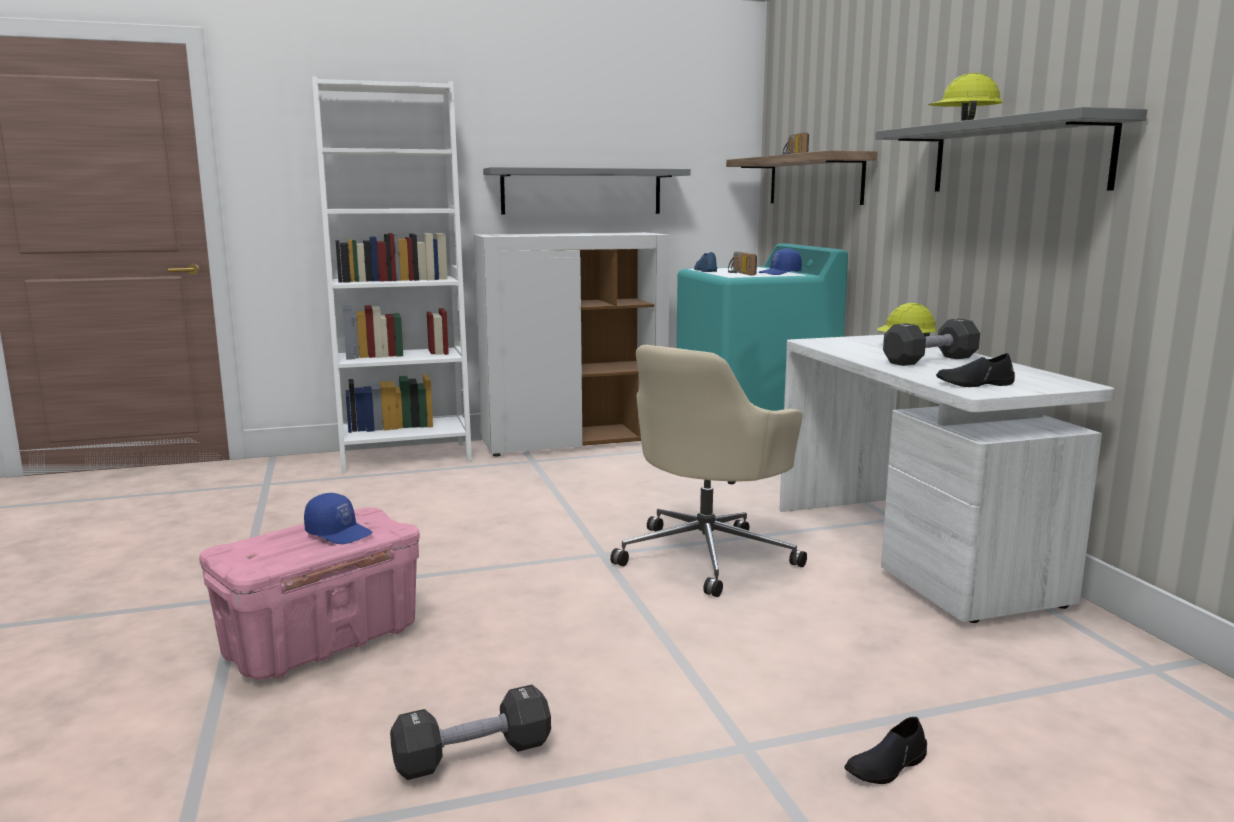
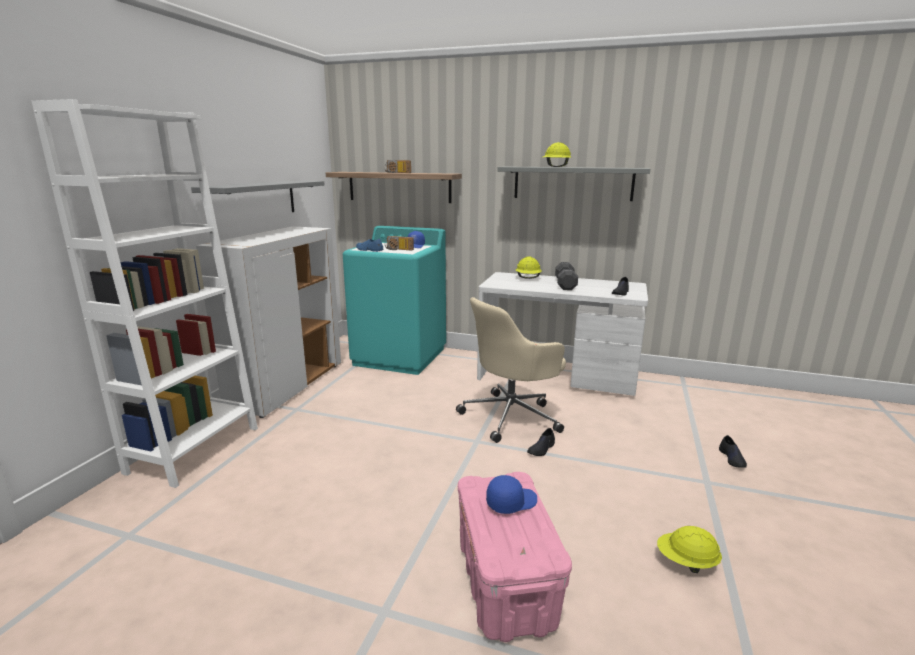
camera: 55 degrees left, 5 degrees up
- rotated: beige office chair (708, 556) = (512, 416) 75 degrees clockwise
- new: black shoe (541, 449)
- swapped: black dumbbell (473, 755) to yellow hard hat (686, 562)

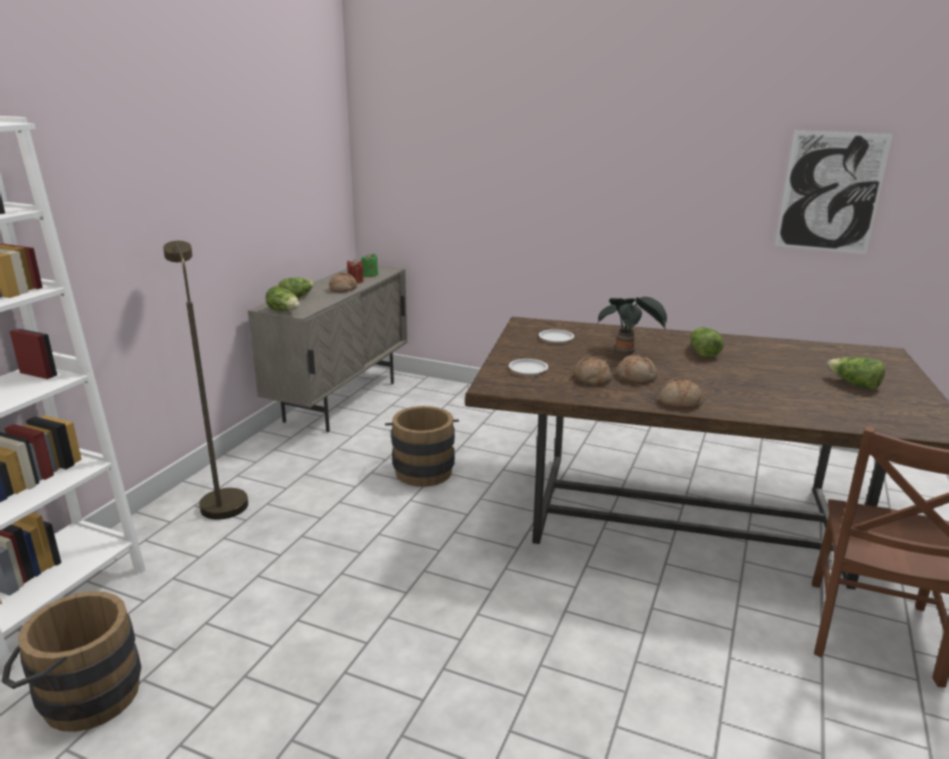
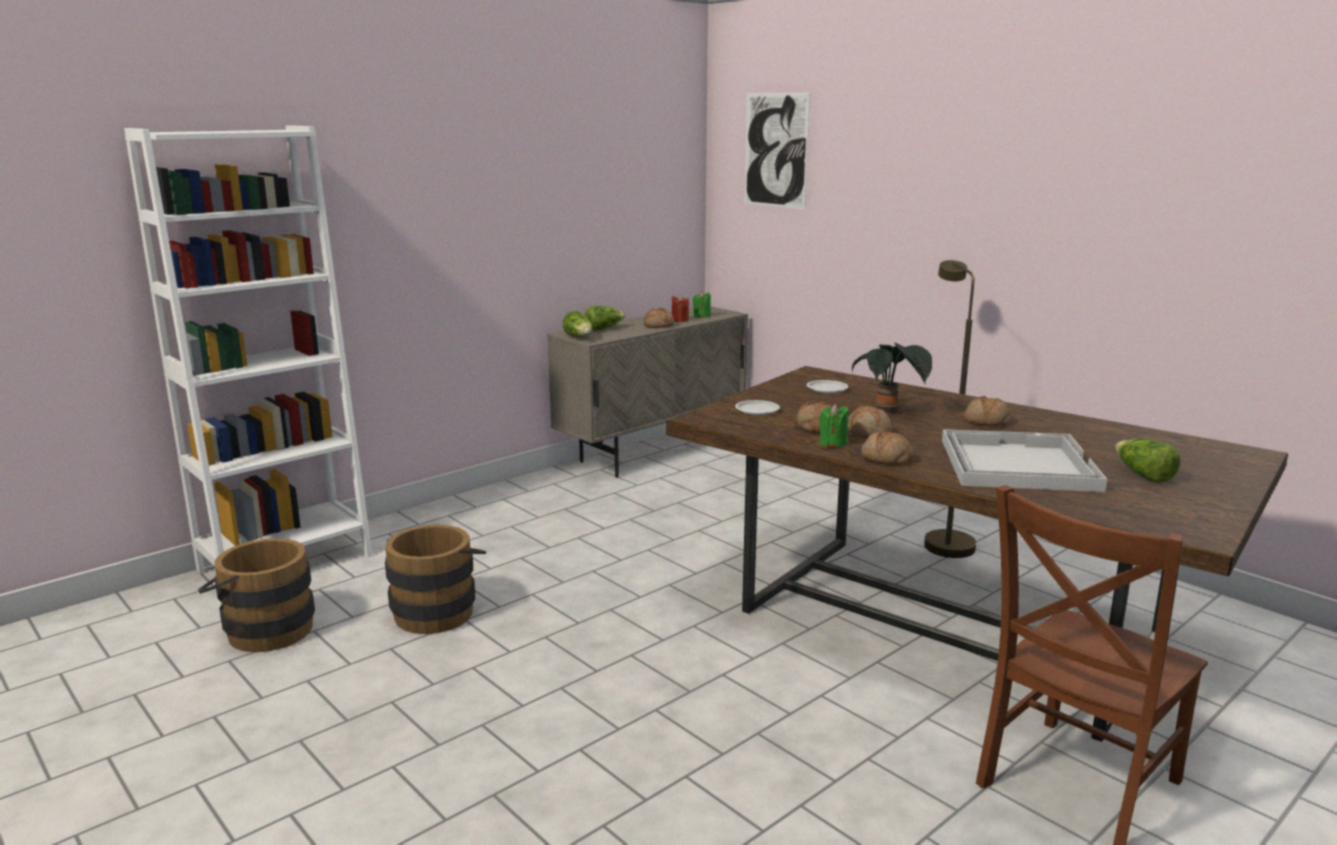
camera: 25 degrees right, 5 degrees down
- shifted: brown bucket (423, 468) to (437, 610)
- shifted: picture (830, 192) to (775, 150)
- new: green candle (833, 443)
- shifted: brown floor lamp (220, 500) to (943, 541)
- new: white tray (1016, 464)
- swapped: lettuce (702, 352) to bread (986, 422)

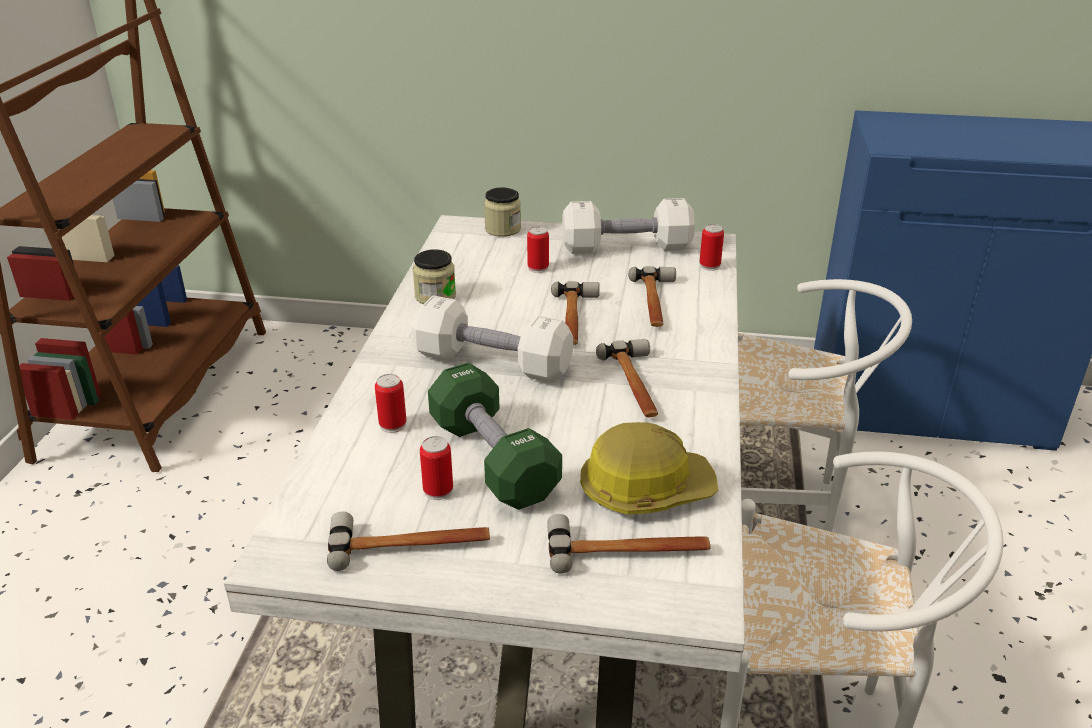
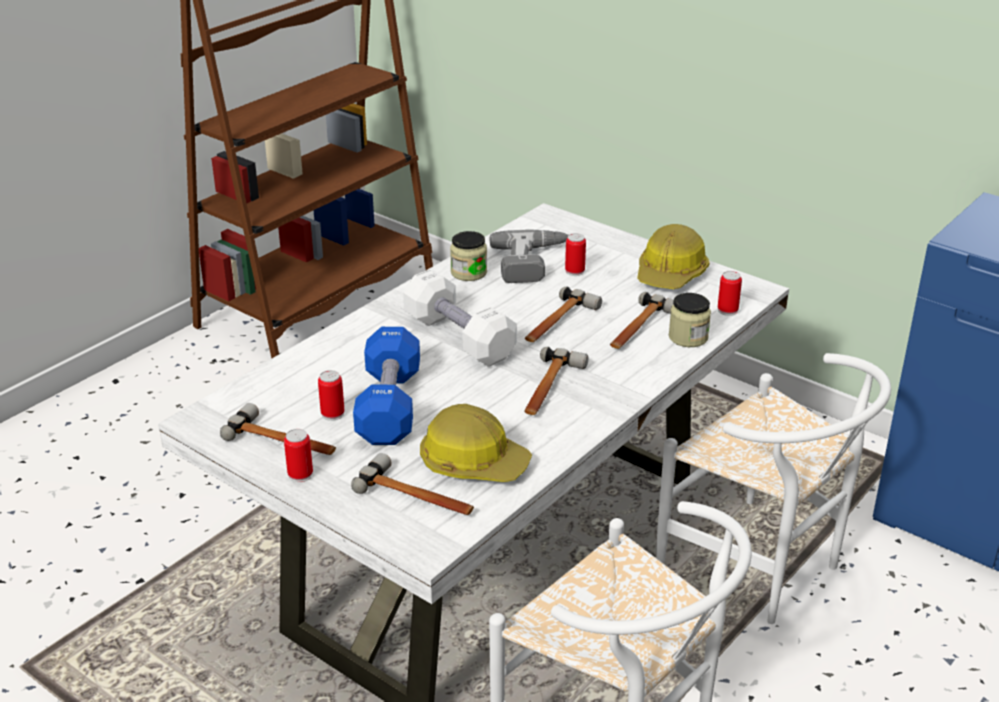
camera: 30 degrees right, 0 degrees up
- shifted: can (393, 425) to (300, 475)
- repainted: green dumbbell (493, 459) to blue dumbbell (389, 406)
- new: power drill (533, 263)
- swapped: white dumbbell (626, 247) to hard hat (671, 274)
- shifted: jar (503, 229) to (688, 337)

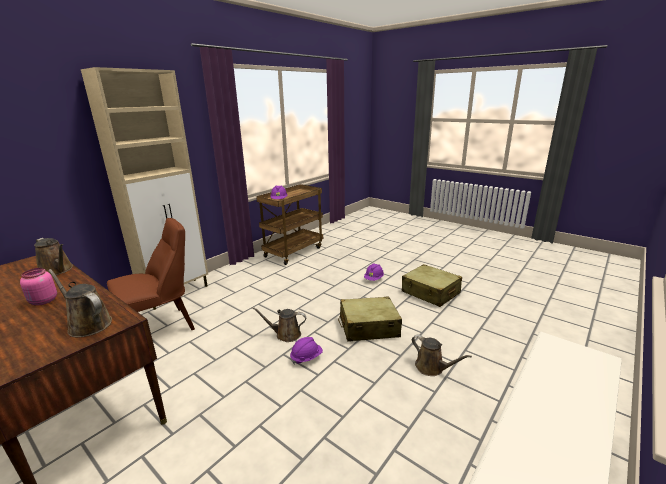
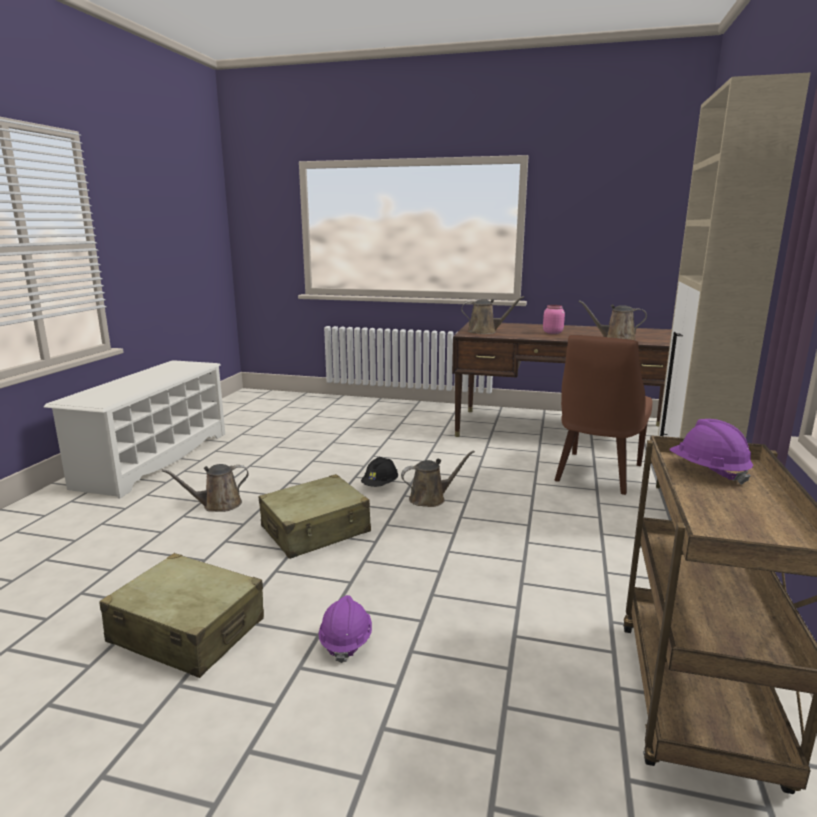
camera: 155 degrees right, 5 degrees down
- rotated: brown watering can (432, 368) = (218, 505) 45 degrees counterclockwise
- repainted: purple hard hat (306, 357) to black hard hat (380, 485)

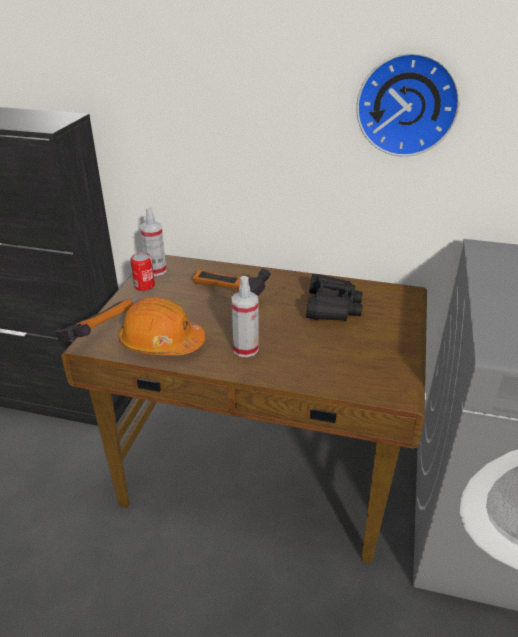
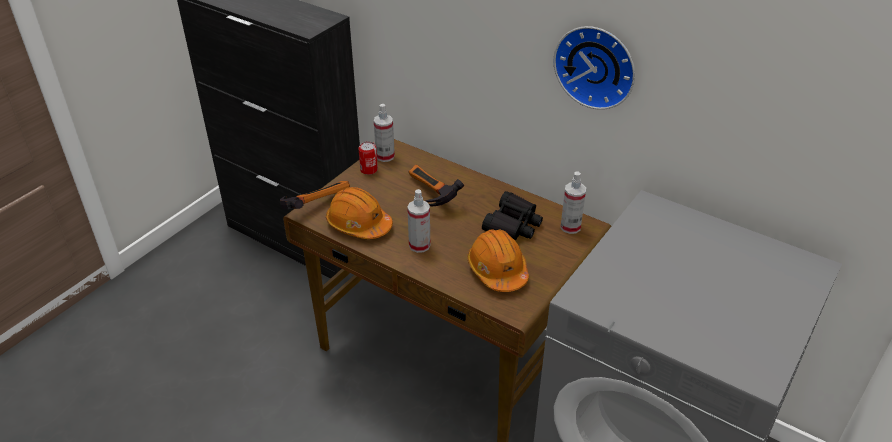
camera: 20 degrees right, 5 degrees up
- new: orange hard hat (497, 270)
- new: spray bottle (570, 227)

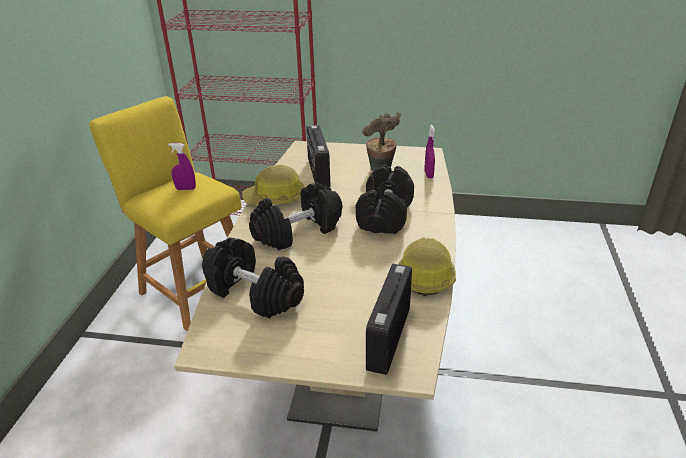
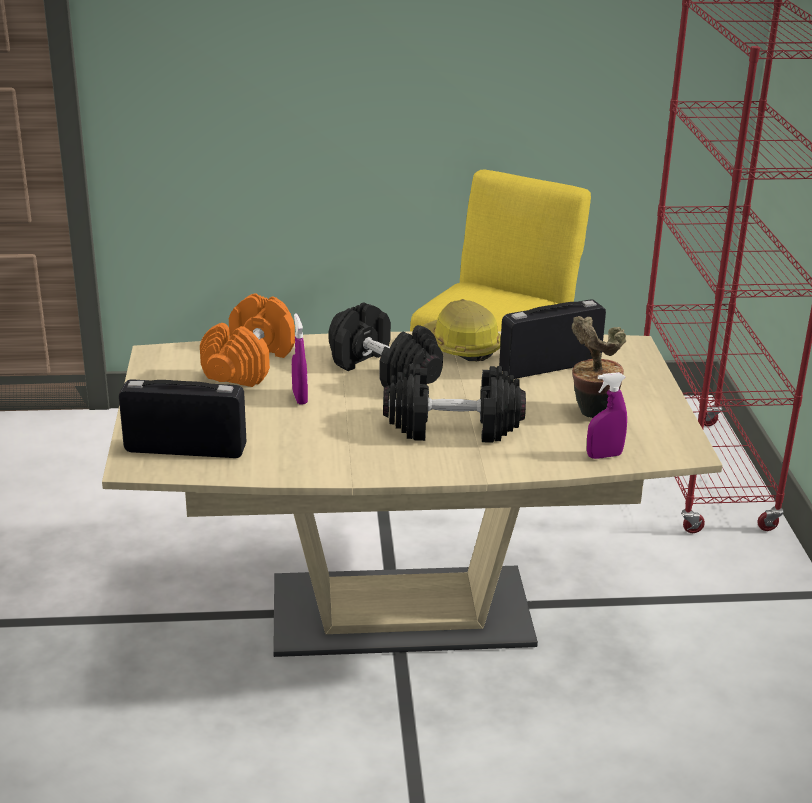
camera: 75 degrees right, 5 degrees down
- repainted: black dumbbell (255, 293) to orange dumbbell (249, 364)
- shifted: purple spray bottle (185, 189) to (300, 398)
- gone: hard hat (425, 275)

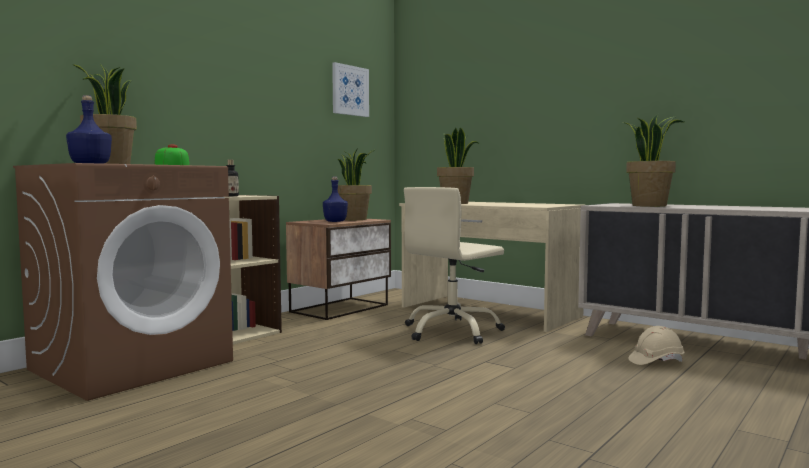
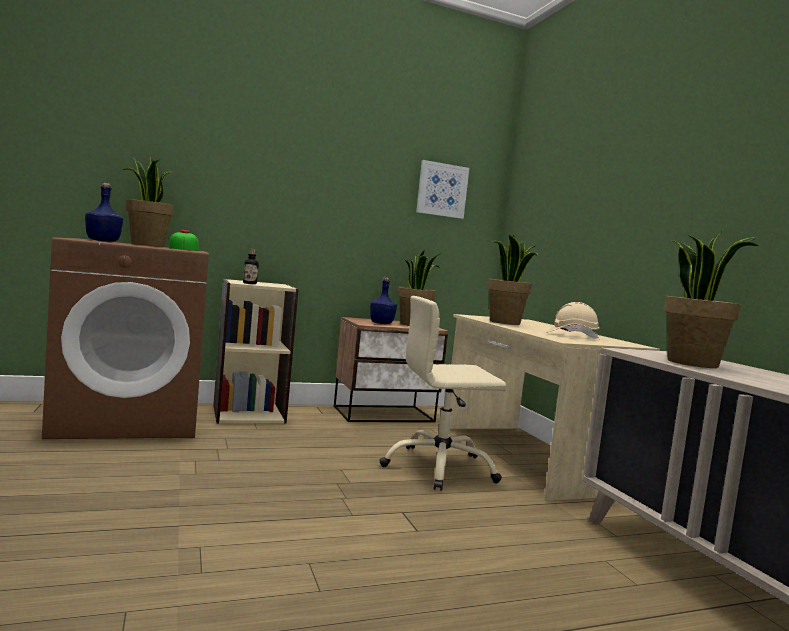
camera: 30 degrees right, 0 degrees up
- shifted: beige hard hat (656, 361) to (571, 336)

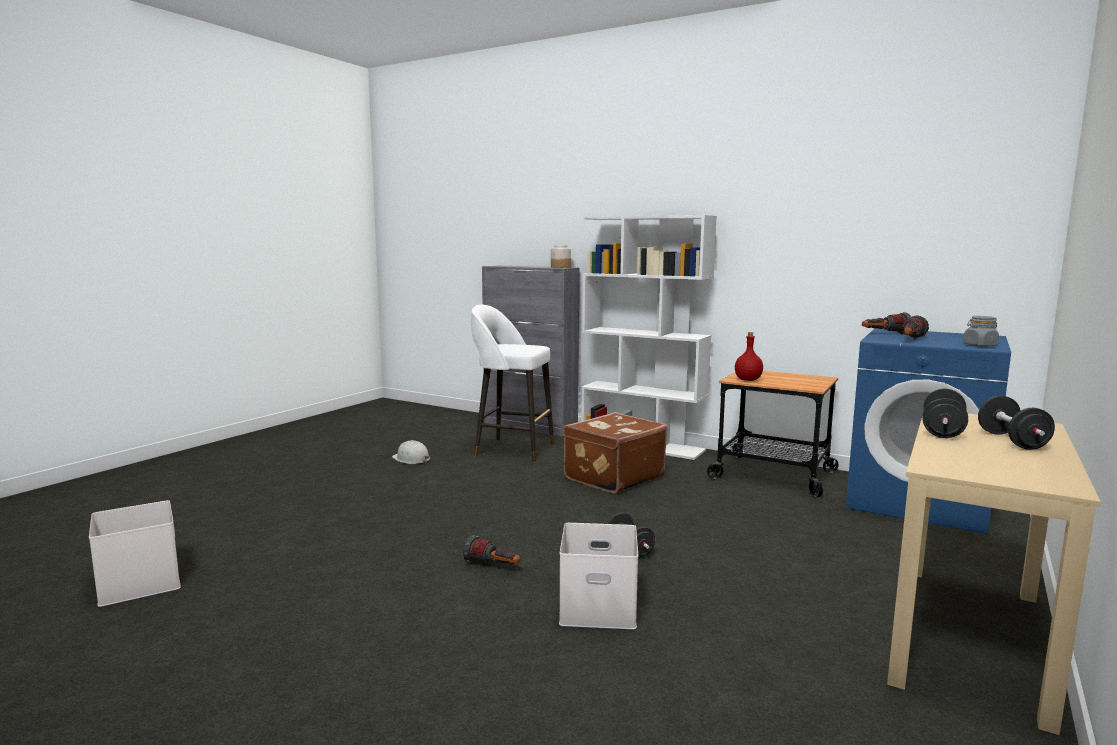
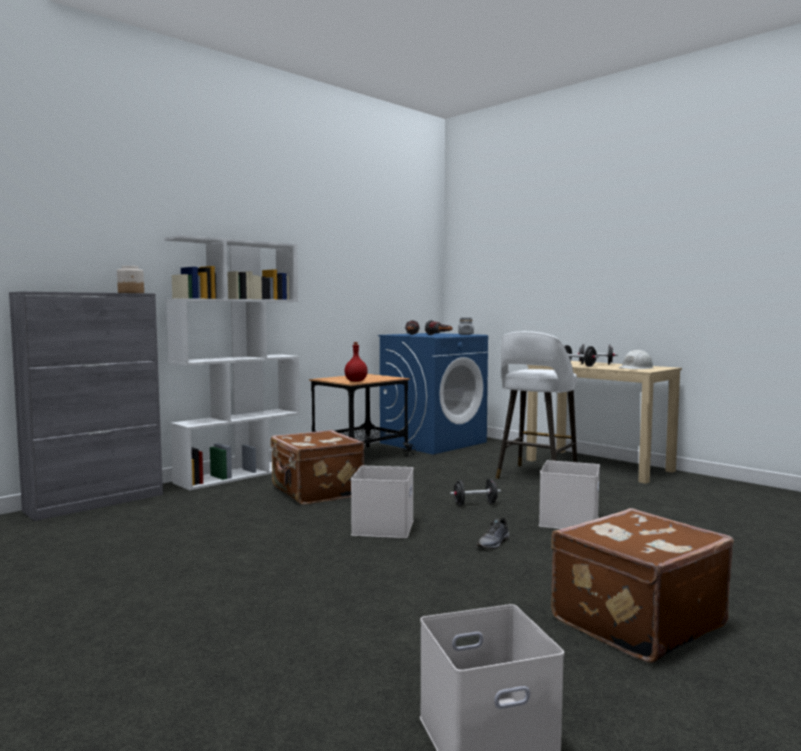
camera: 75 degrees left, 5 degrees down
- new: white storage box (382, 527)
- swapped: flashlight (493, 566) to grey shoe (494, 543)
- shifted: white stool (512, 449) to (535, 476)
- new: brown suitcase (634, 621)
- shifted: white hard hat (411, 459) to (636, 368)

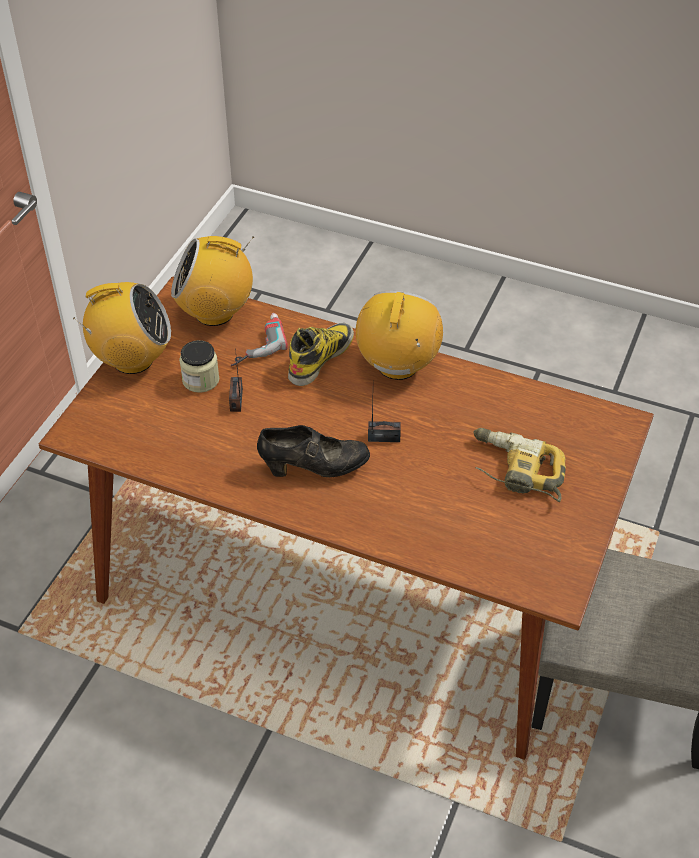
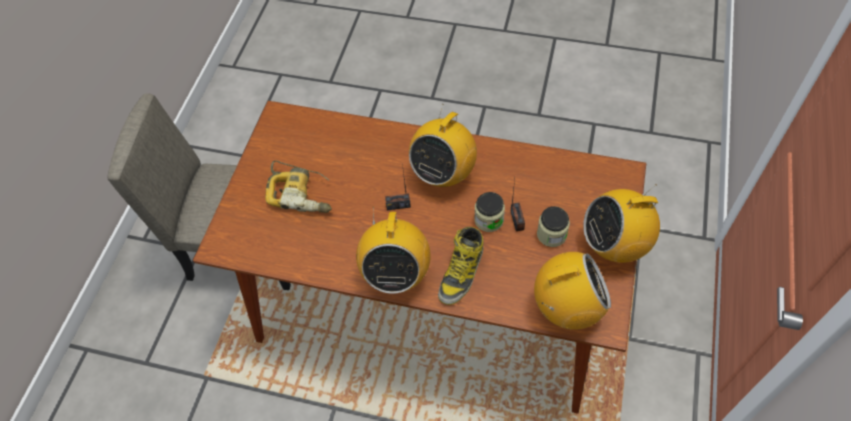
camera: 175 degrees right, 10 degrees up
- swapped: black shoe (314, 468) to radio (443, 173)
- new: jar (489, 220)
- gone: power drill (255, 343)

